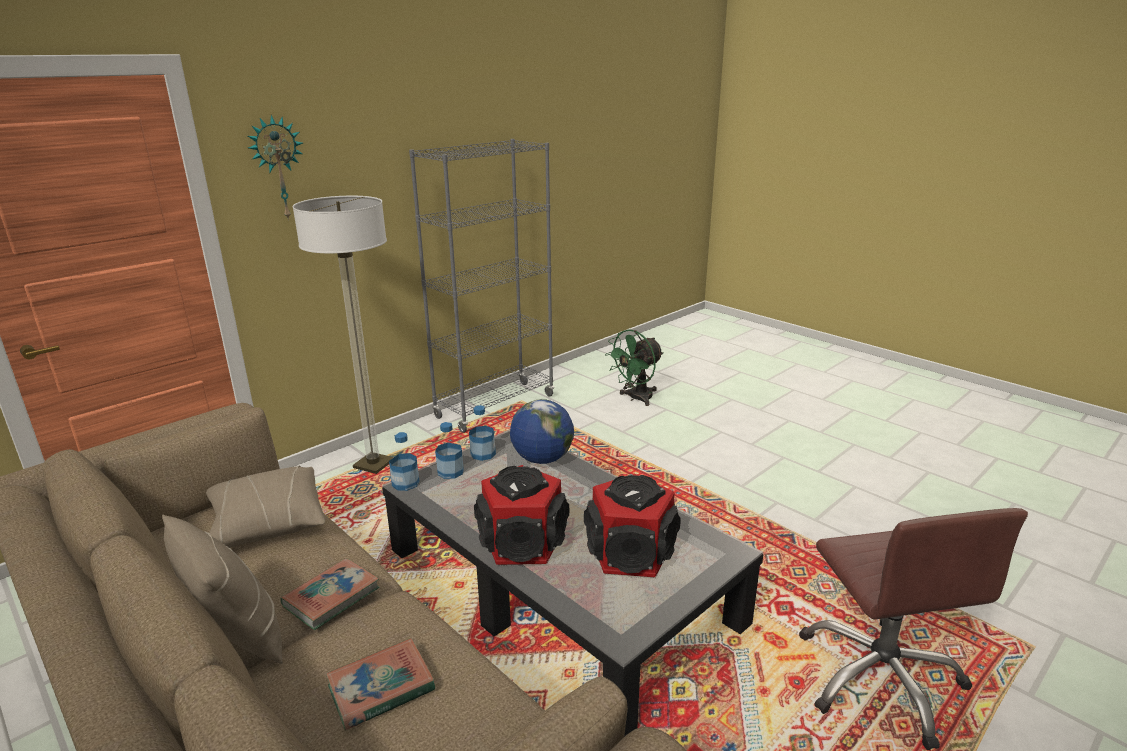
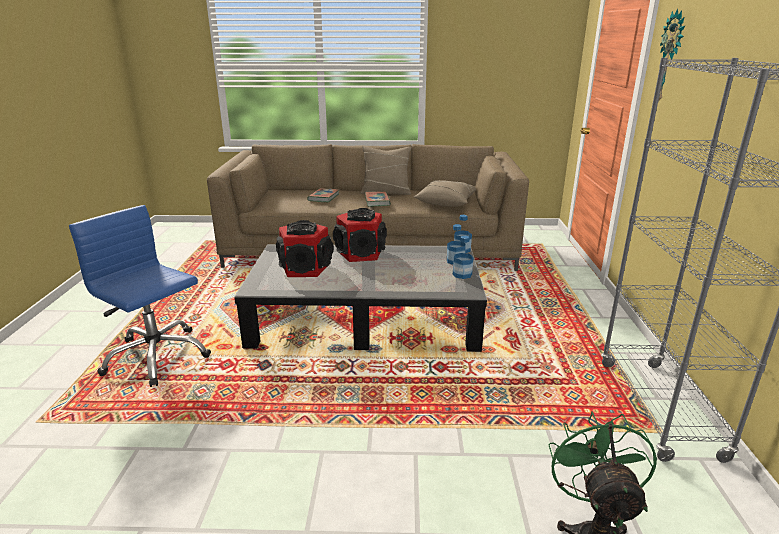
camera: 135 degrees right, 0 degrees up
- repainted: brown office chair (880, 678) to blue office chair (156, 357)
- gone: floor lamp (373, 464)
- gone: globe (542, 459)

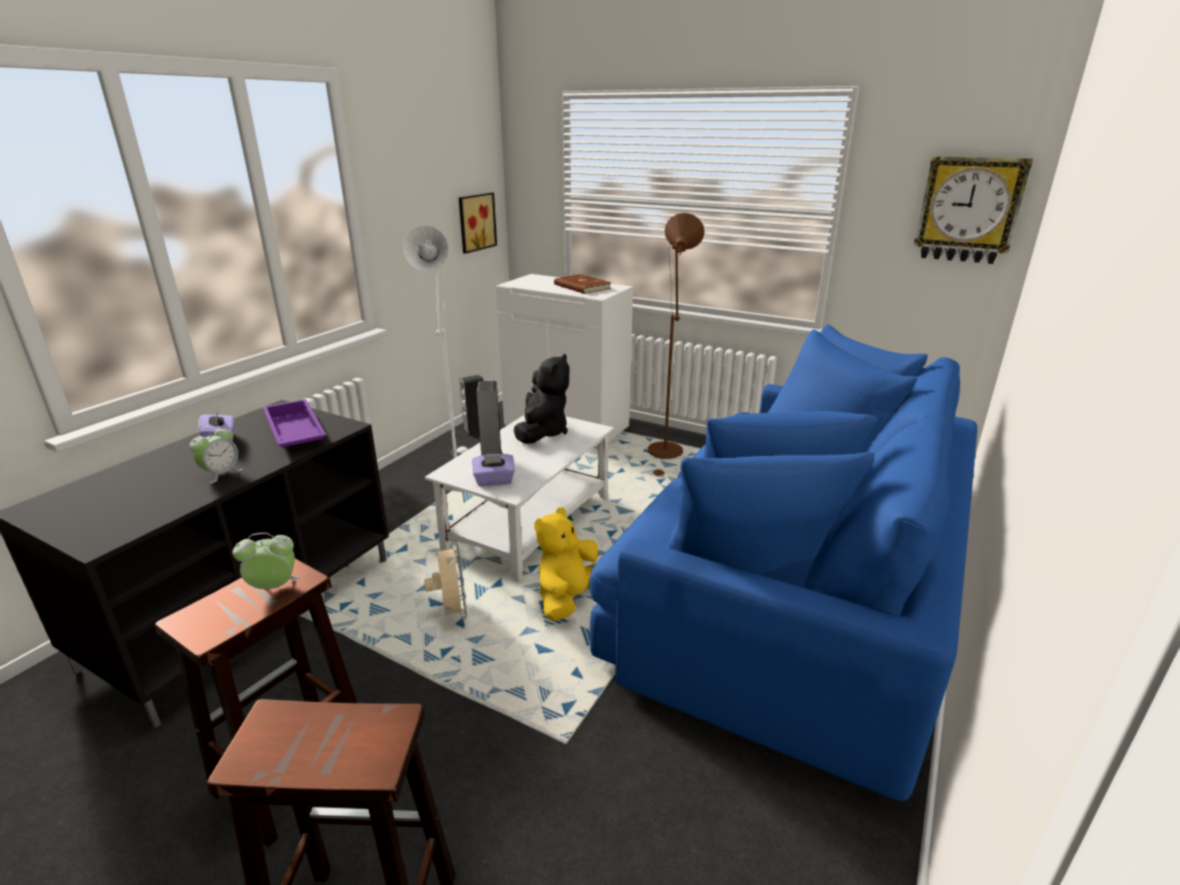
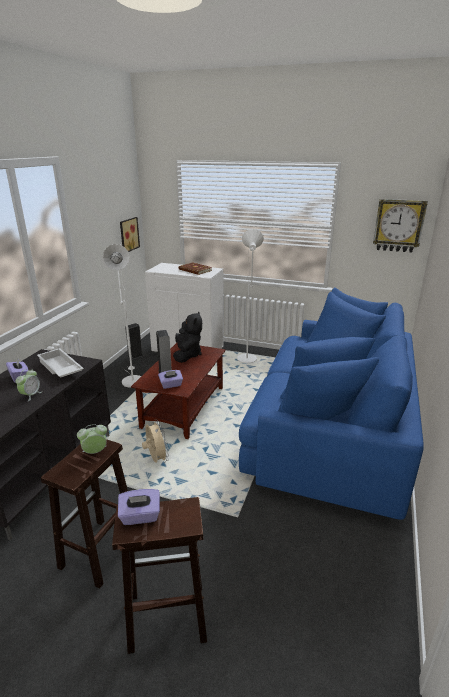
camera: 10 degrees left, 0 degrees up
- repainted: purple tray (293, 432) to white tray (59, 368)
- new: purple tissue box (140, 516)
- repainted: white coffee table (529, 525) to brown coffee table (184, 407)
- repainted: brown floor lamp (665, 455) to white floor lamp (247, 361)
- gone: yellow plush toy (569, 599)

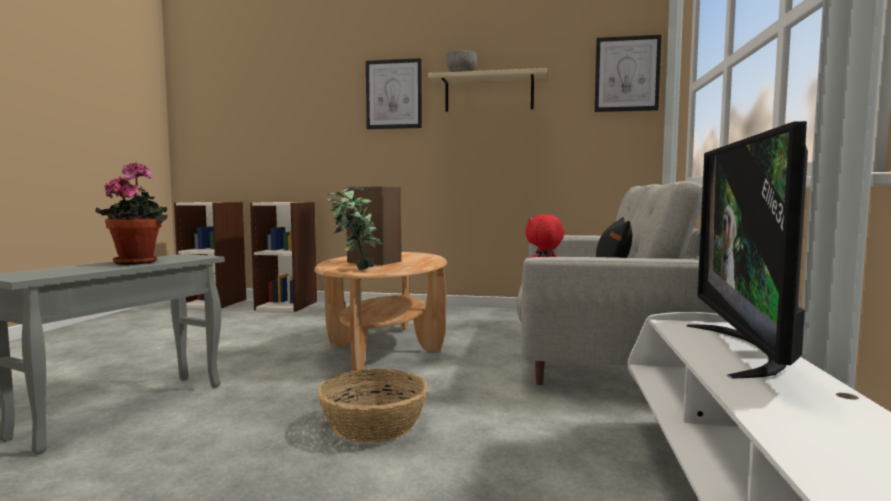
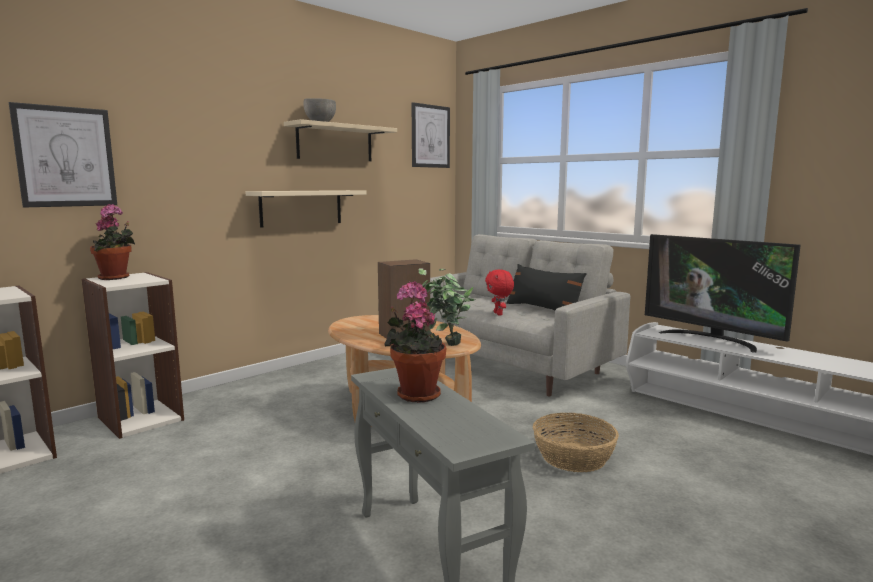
camera: 55 degrees left, 5 degrees up
- shifted: picture (394, 94) to (65, 157)
- new: potted plant (116, 278)
- new: beige shelf (301, 208)

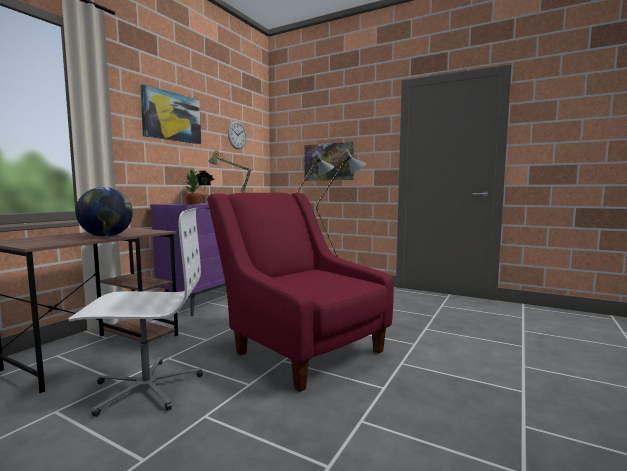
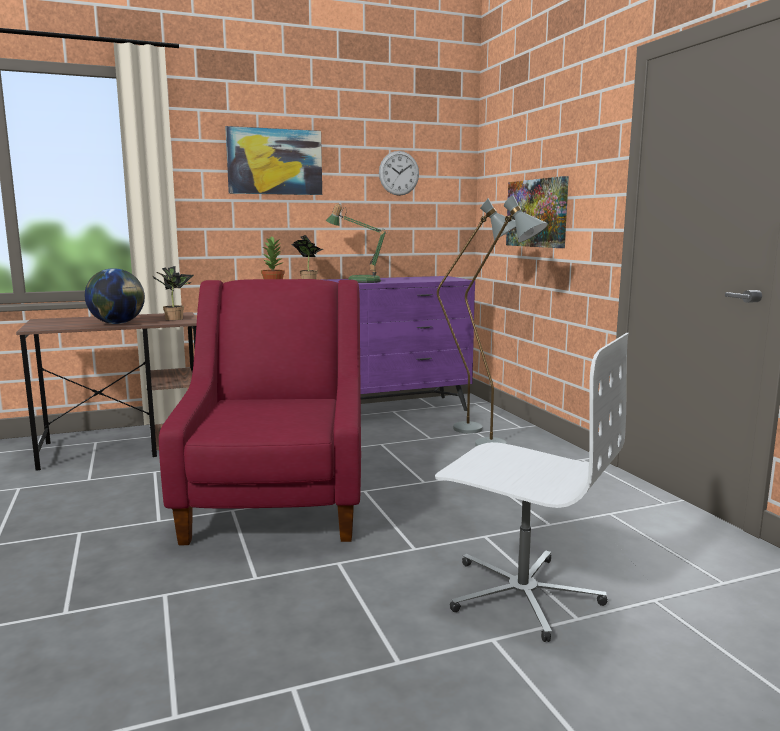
camera: 40 degrees right, 5 degrees up
- new: potted plant (175, 318)
- shifted: white office chair (146, 387) to (522, 593)

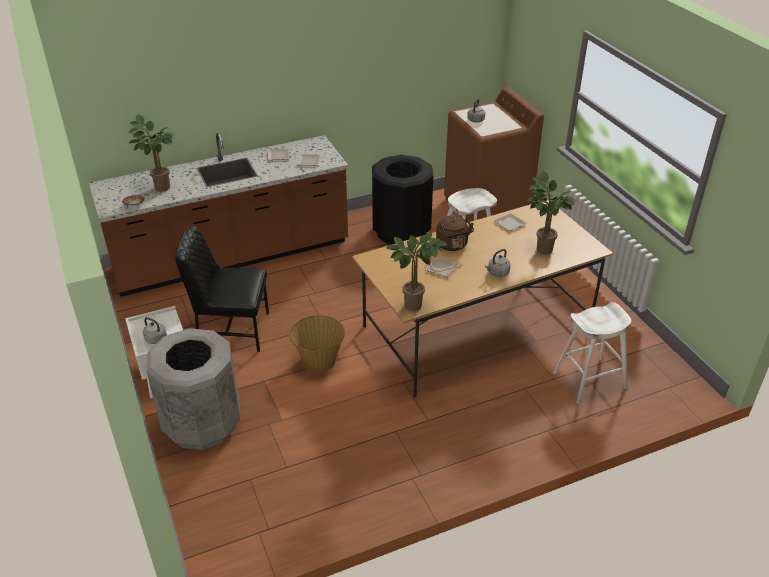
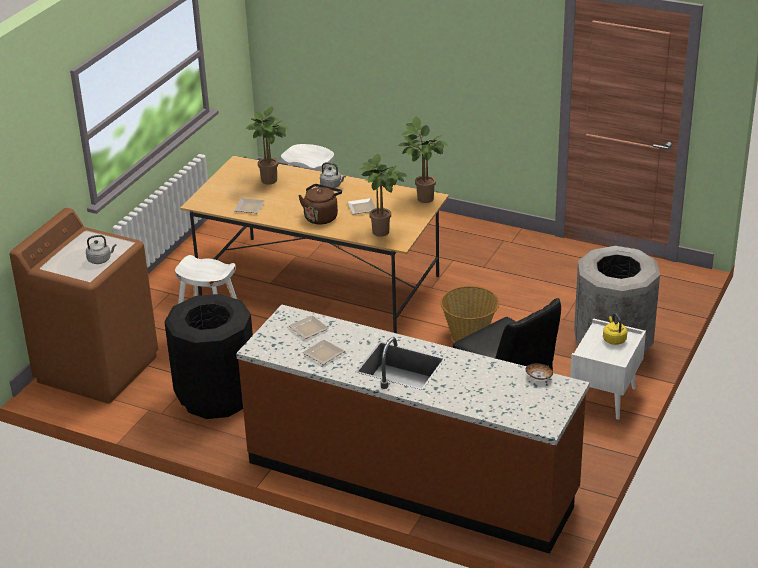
camera: 130 degrees left, 5 degrees down
- shifted: potted plant (159, 188) to (383, 233)
- repainted: grey kettle (157, 339) to yellow kettle (614, 339)

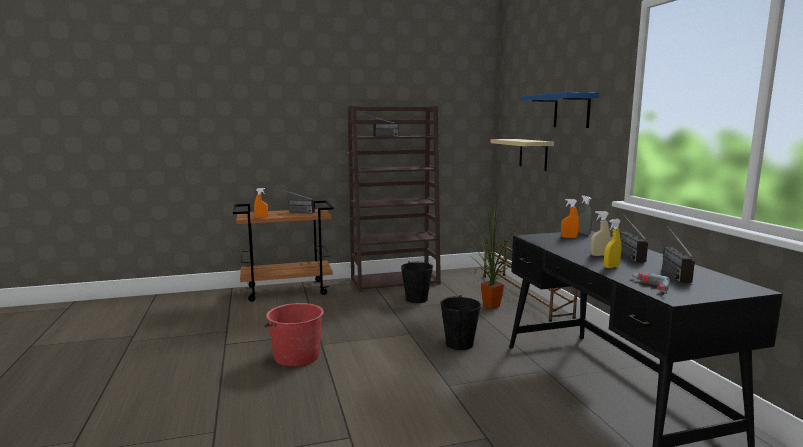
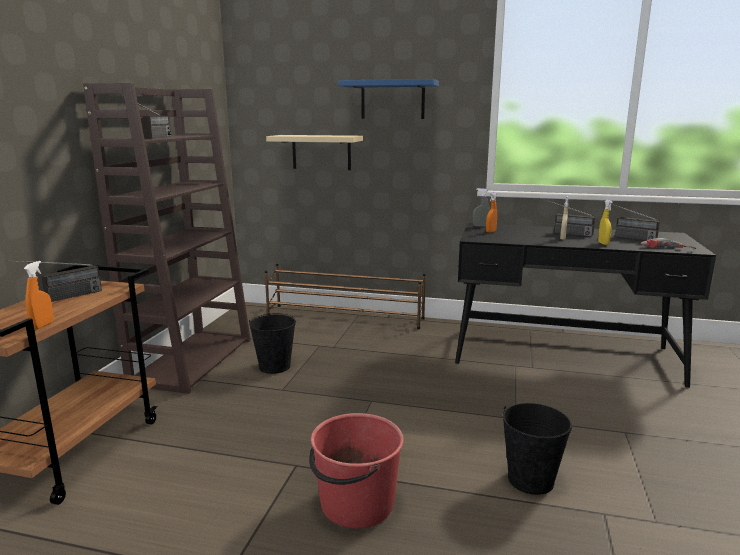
camera: 60 degrees left, 5 degrees up
- shifted: black bucket (459, 344) to (530, 479)
- gone: potted plant (489, 306)

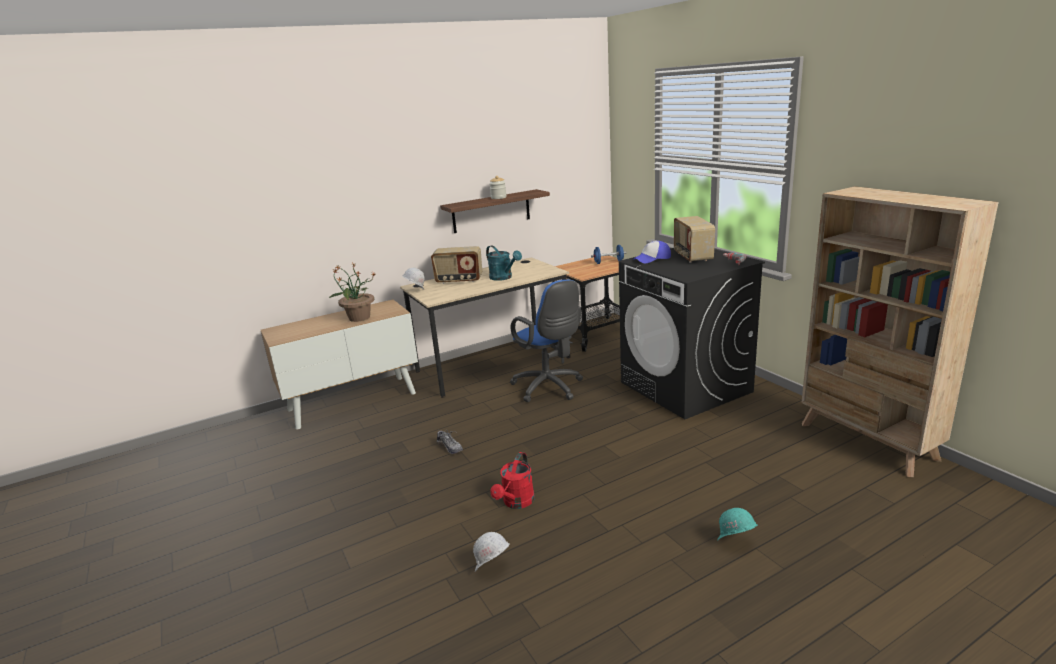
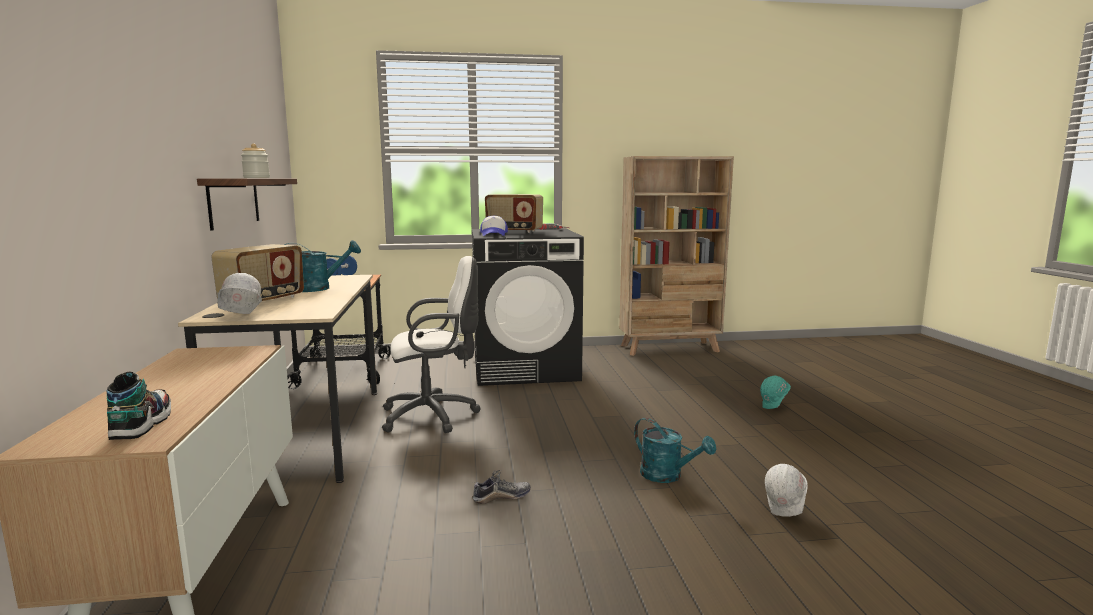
camera: 70 degrees left, 10 degrees down
- new: shoe (142, 424)
- repainted: blue office chair (549, 388) to white office chair (434, 416)
- repainted: red watering can (516, 502) to turquoise watering can (668, 476)
- gone: potted plant (358, 318)

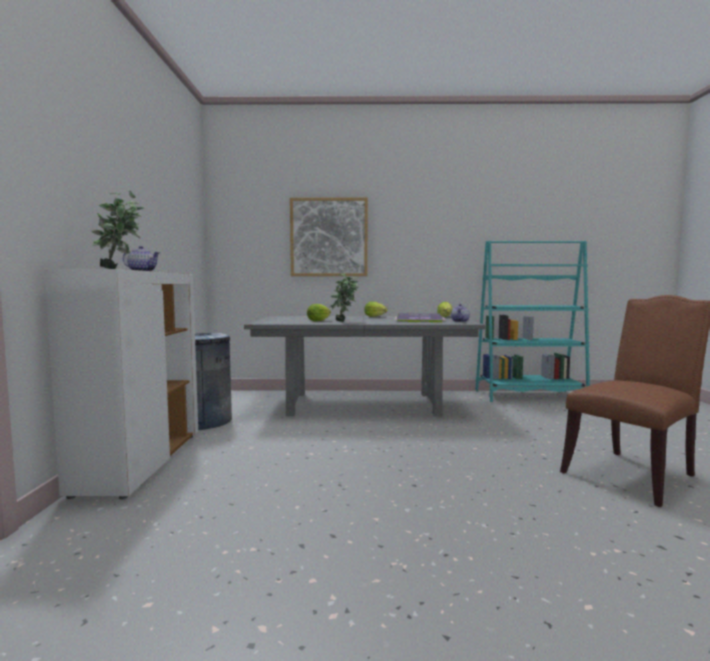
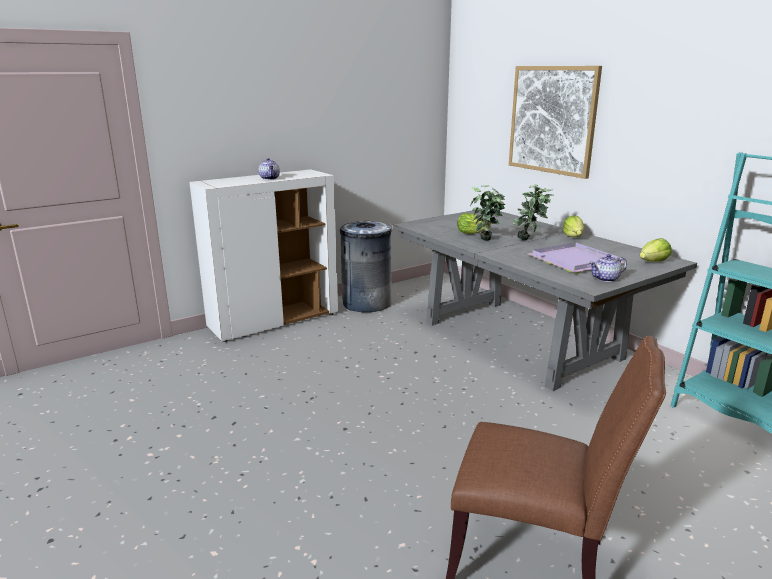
camera: 55 degrees right, 15 degrees up
- shifted: potted plant (119, 270) to (530, 240)

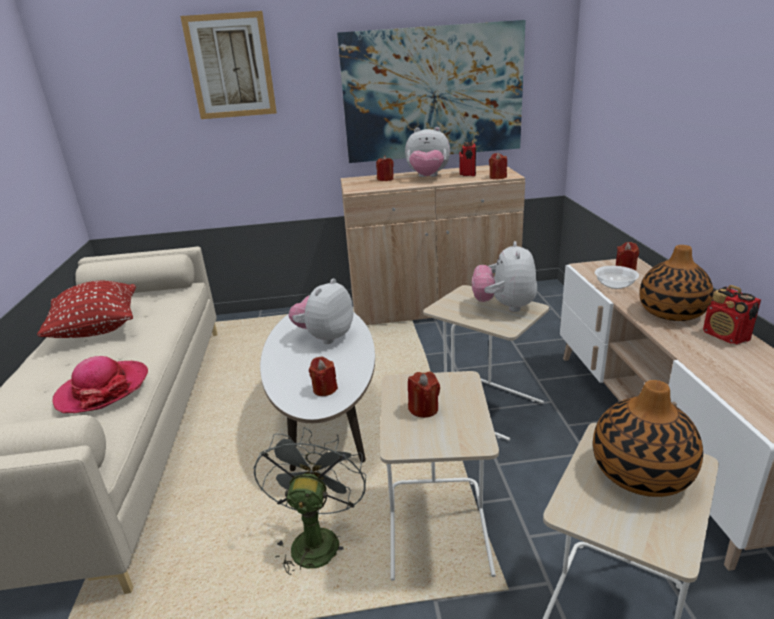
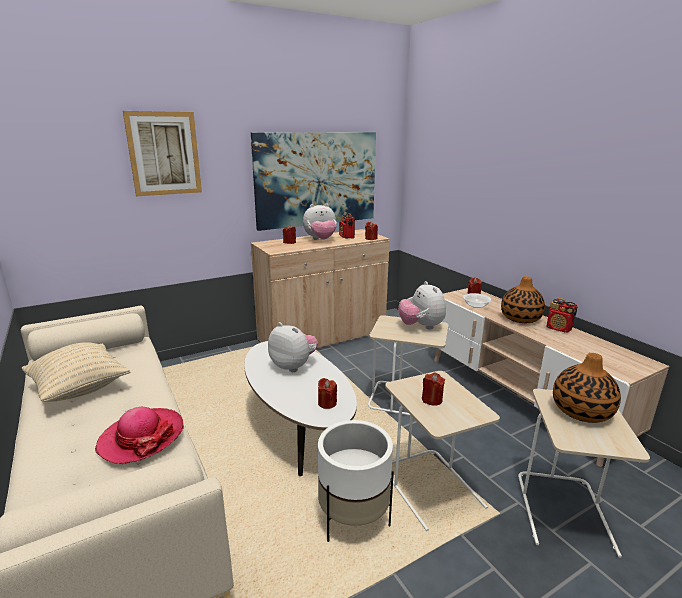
camera: 25 degrees left, 5 degrees down
- repainted: red pillow (97, 329) to beige pillow (80, 389)
- rotated: plush toy (325, 337) = (293, 366) 120 degrees clockwise
- swapped: grey fan (315, 539) to white planter (353, 519)

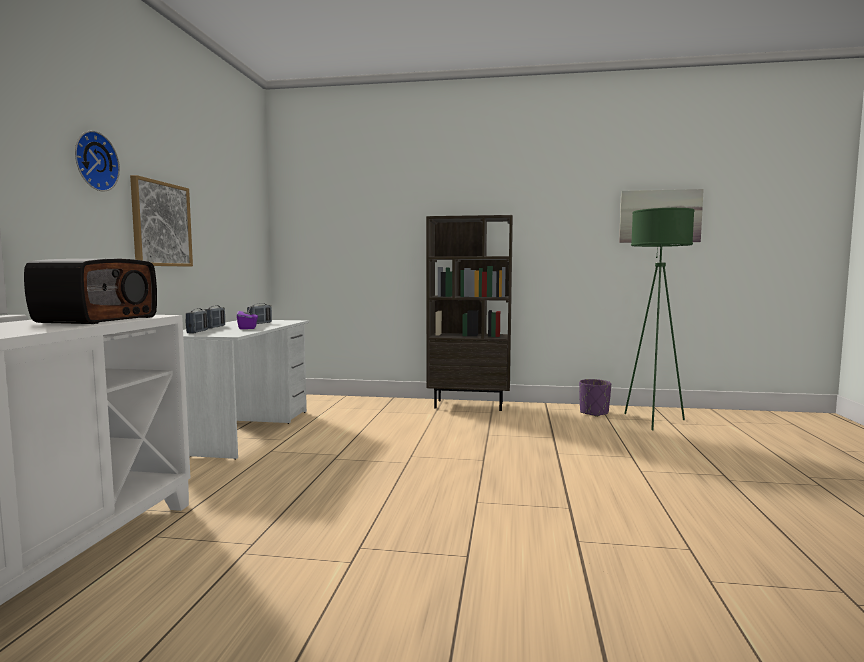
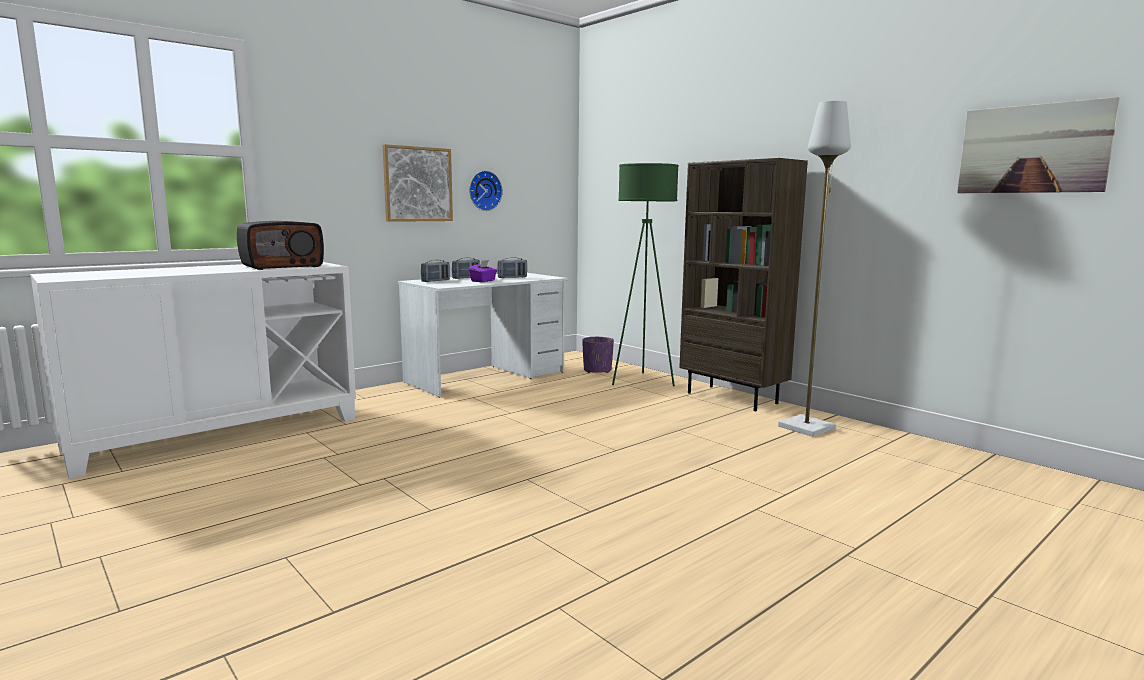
camera: 40 degrees right, 5 degrees up
- shifted: wall clock (93, 161) to (484, 190)
- shifted: purple planter (594, 413) to (597, 370)
- shifted: green floor lamp (653, 421) to (642, 381)
- new: grey floor lamp (807, 427)

